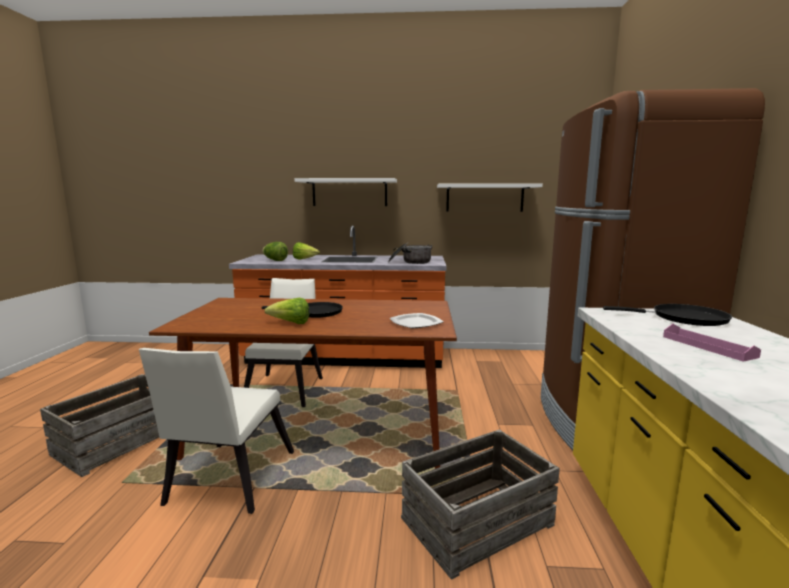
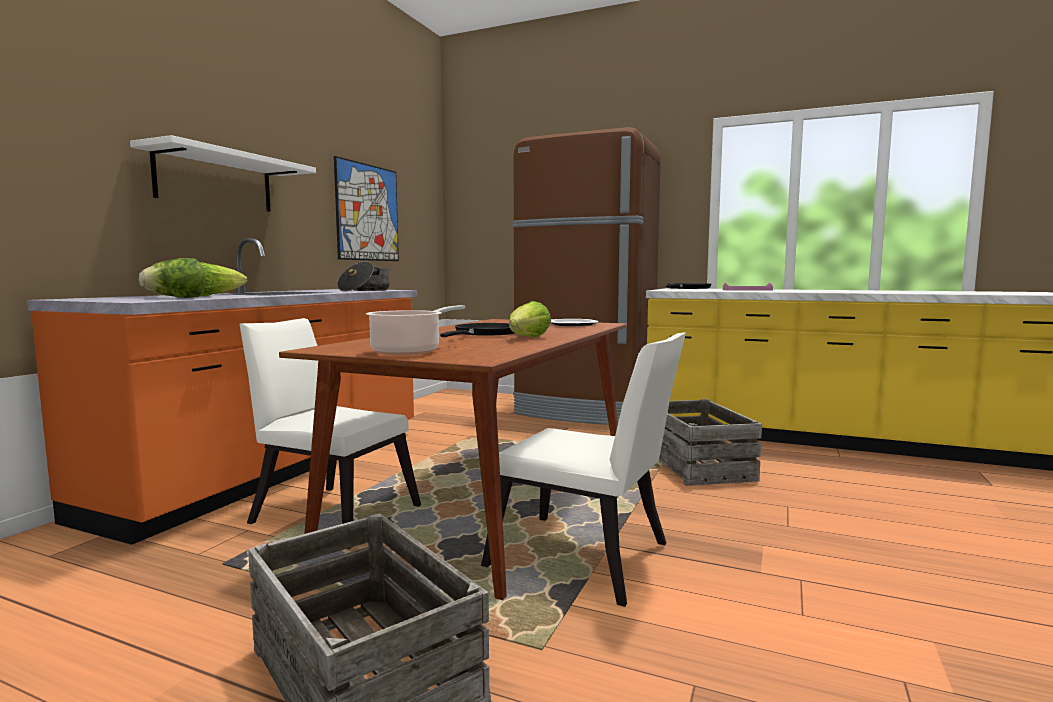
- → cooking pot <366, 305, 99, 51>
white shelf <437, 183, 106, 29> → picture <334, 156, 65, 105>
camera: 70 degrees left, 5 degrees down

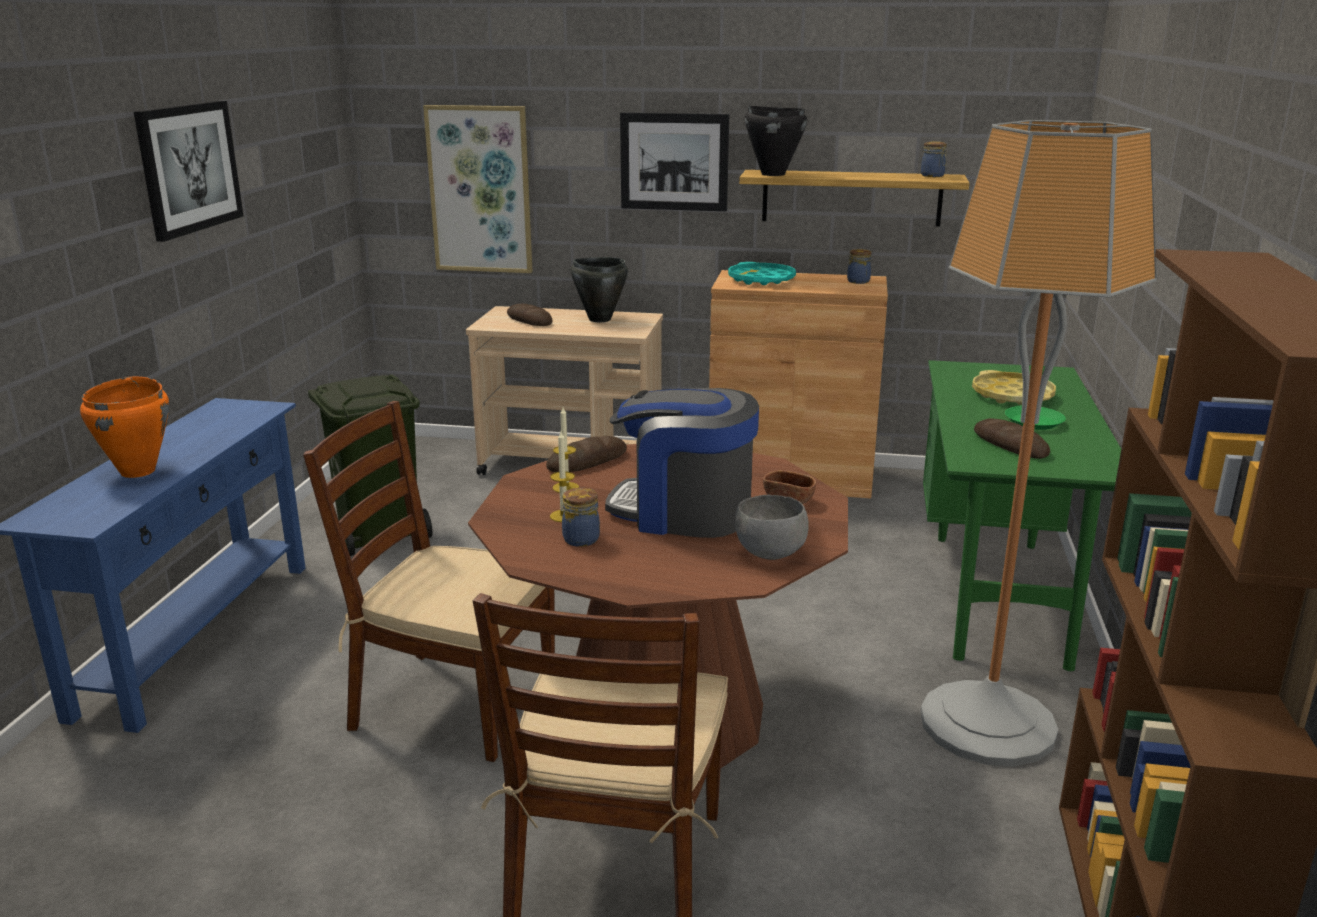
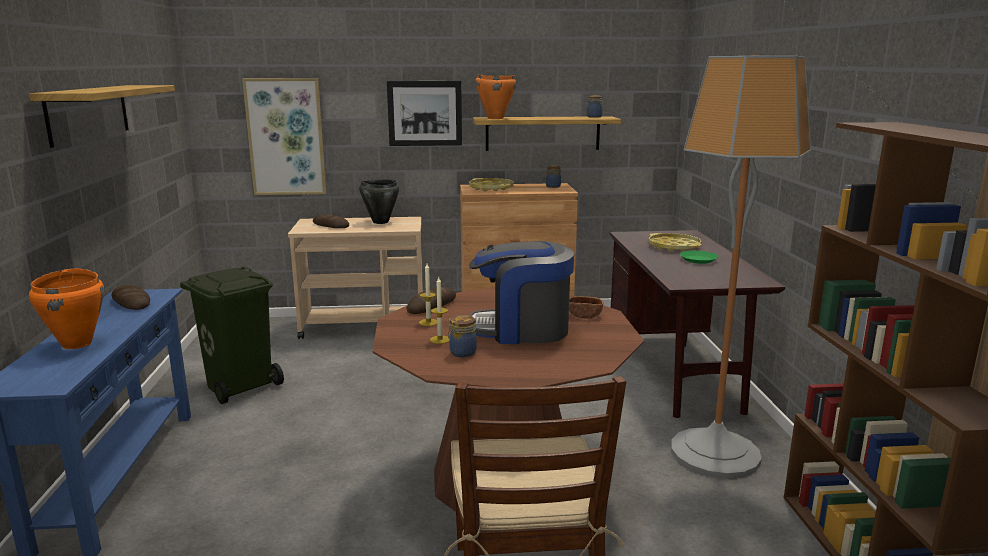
brown chair <303, 401, 252, 361> → -
grey bowl <735, 495, 74, 65> → -
bread <974, 418, 76, 41> → bread <112, 285, 38, 25>, relocated
picture <134, 100, 110, 142> → shelf <29, 85, 146, 63>
turquoise tray <728, 262, 68, 23> → yellow tray <469, 178, 45, 13>
black cooking pot <745, 106, 62, 70> → orange cooking pot <475, 74, 41, 45>
green desk <923, 360, 198, 311> → brown desk <609, 230, 176, 188>
camera: 15 degrees left, 5 degrees down

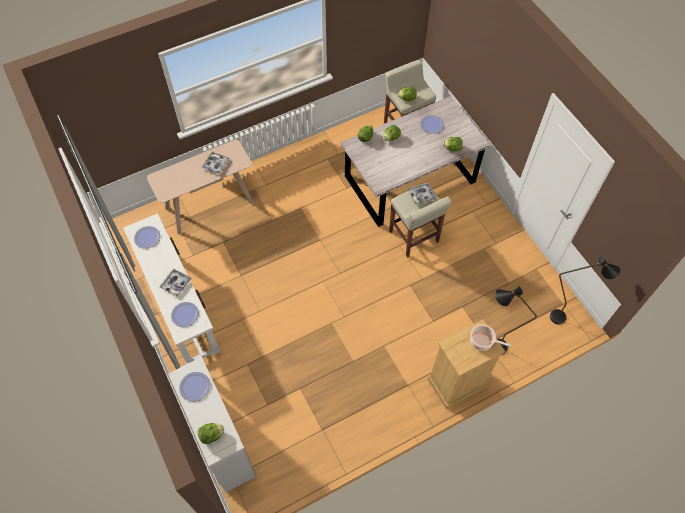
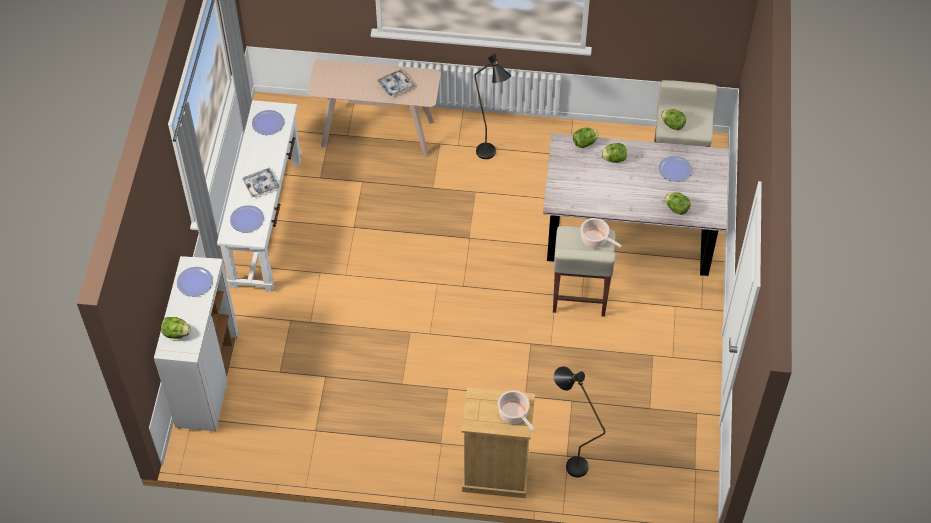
black floor lamp <550, 256, 70, 69> → black floor lamp <474, 53, 37, 106>, relocated
tray <408, 183, 28, 21> → cooking pot <580, 218, 42, 30>
camera: 35 degrees right, 5 degrees down

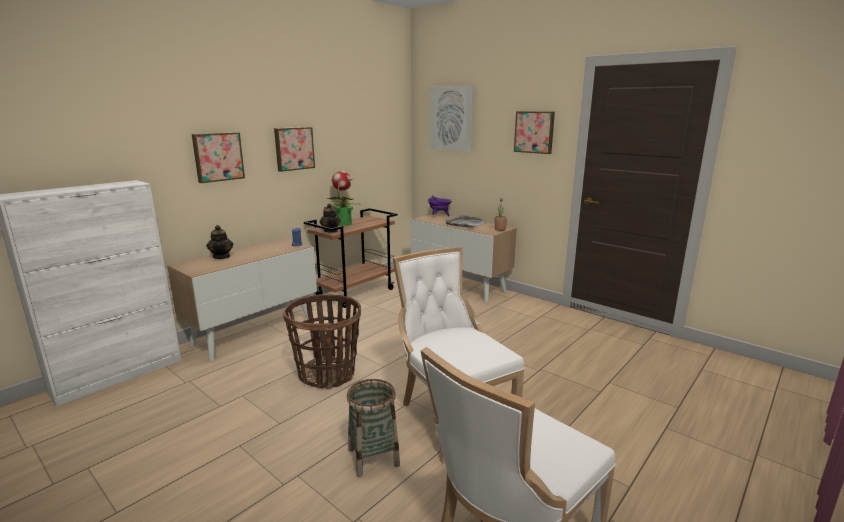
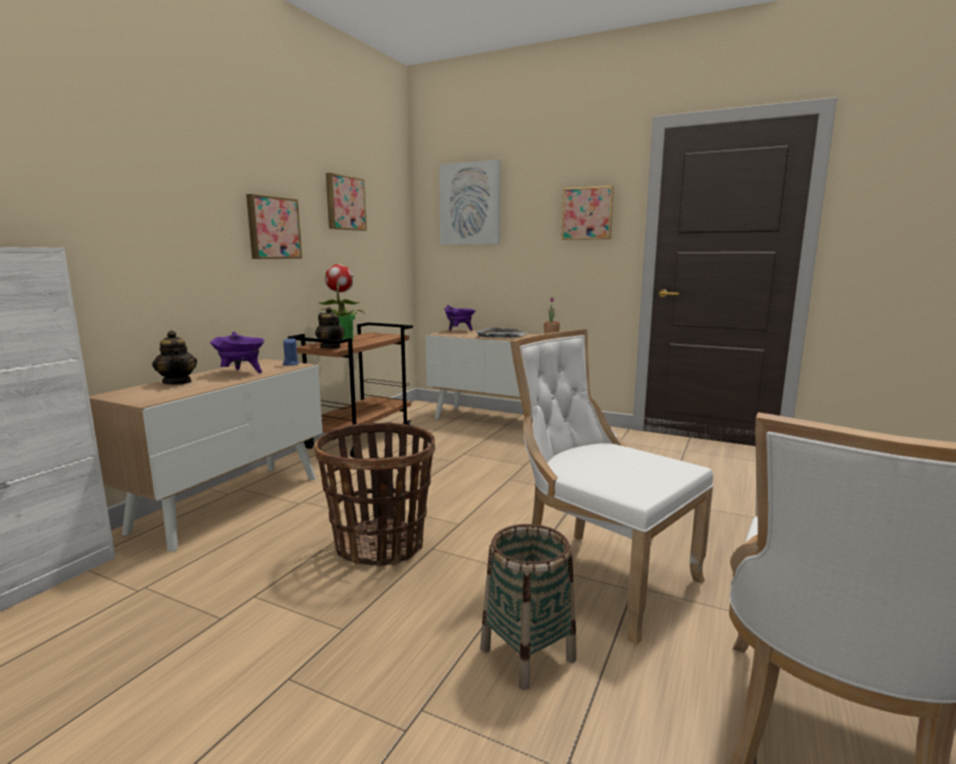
- → purple cooking pot <210, 332, 55, 41>
picture <192, 132, 53, 51> → picture <326, 173, 41, 58>, relocated
camera: 15 degrees left, 5 degrees down

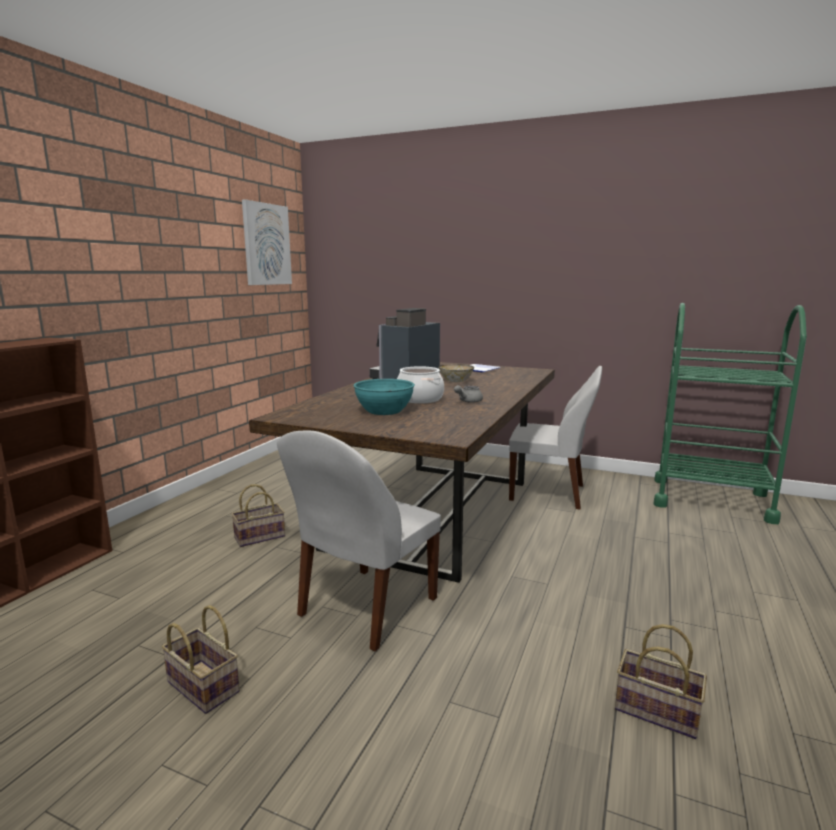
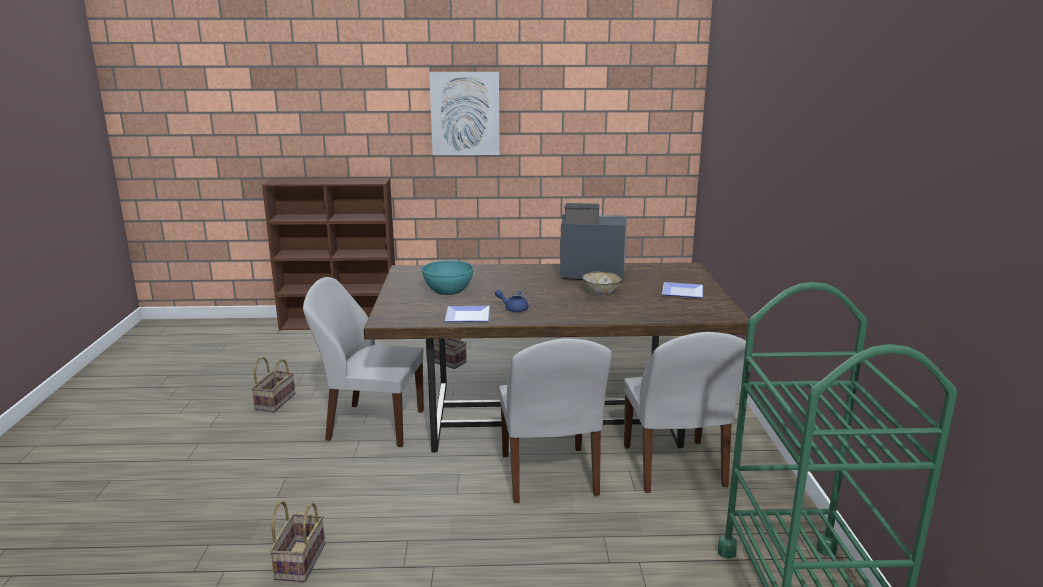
cooking pot <397, 366, 47, 38> → -
- → plate <445, 306, 45, 16>
- → white chair <499, 338, 113, 165>
picture <242, 199, 50, 86> → picture <429, 72, 71, 83>, relocated
grey teapot <454, 385, 29, 18> → blue teapot <495, 290, 34, 22>
camera: 65 degrees right, 5 degrees up

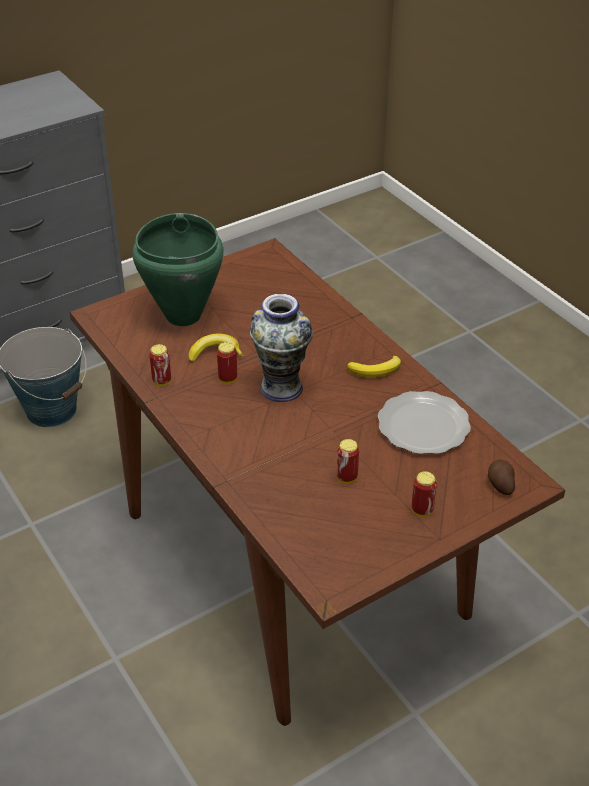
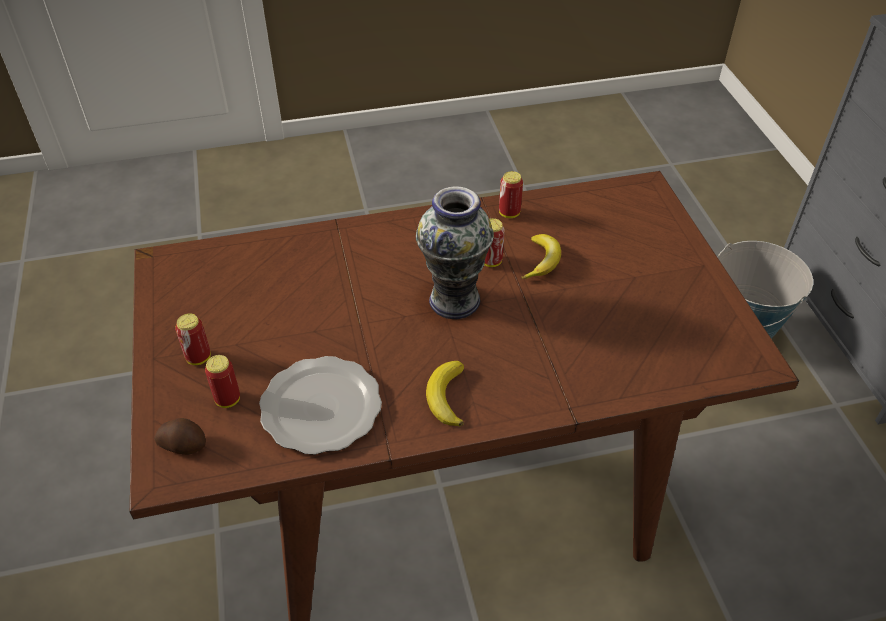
green cooking pot <132, 213, 92, 113> → -
can <337, 439, 22, 44> → can <205, 355, 35, 53>, relocated
camera: 110 degrees right, 5 degrees up

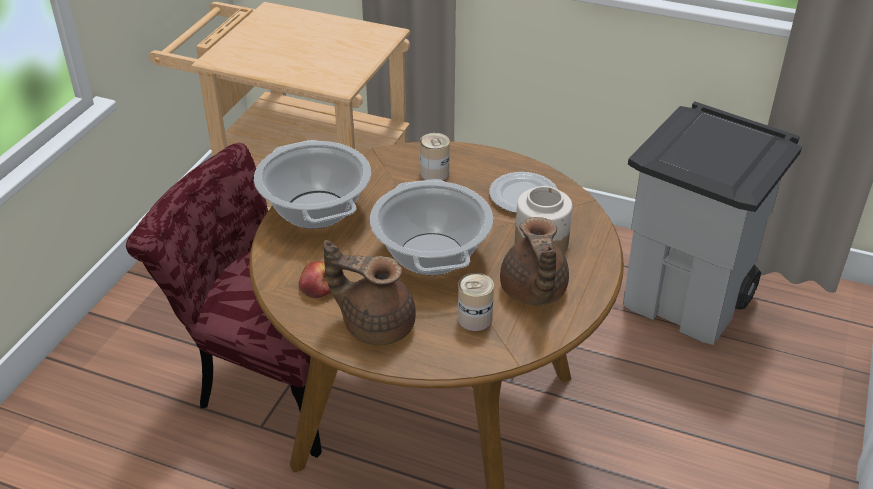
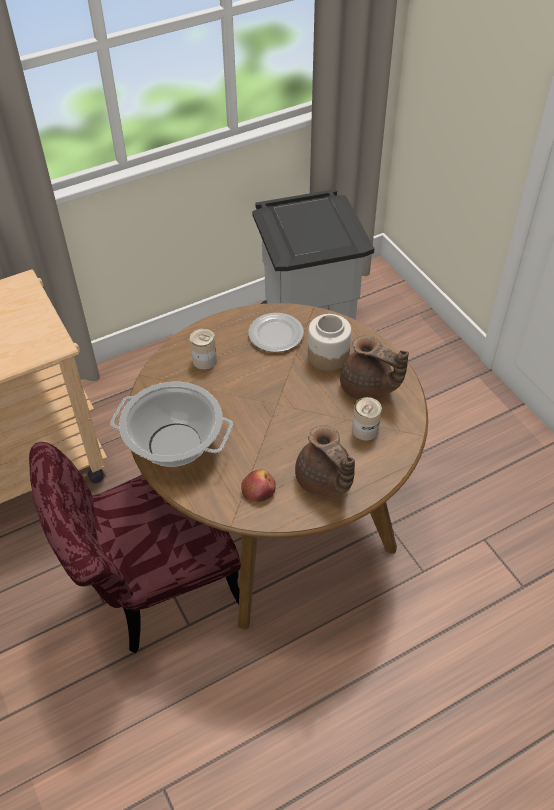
cooking pot <370, 179, 123, 96> → -
brown teapot <323, 240, 93, 105> → brown teapot <295, 425, 60, 71>, 90 degrees counterclockwise
camera: 50 degrees left, 10 degrees up

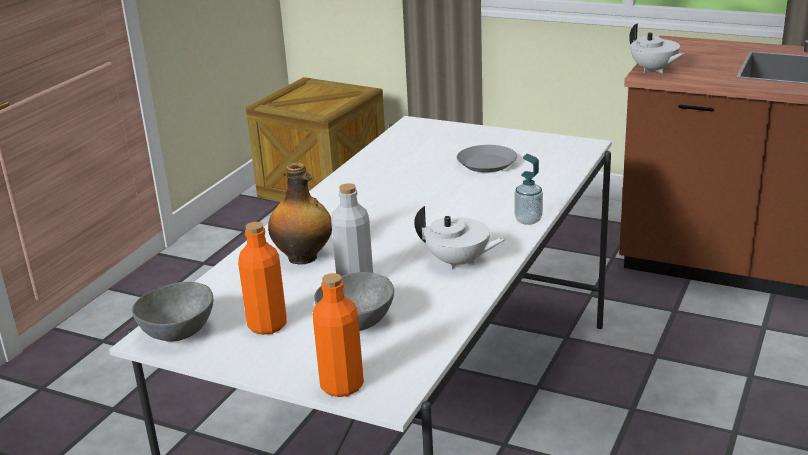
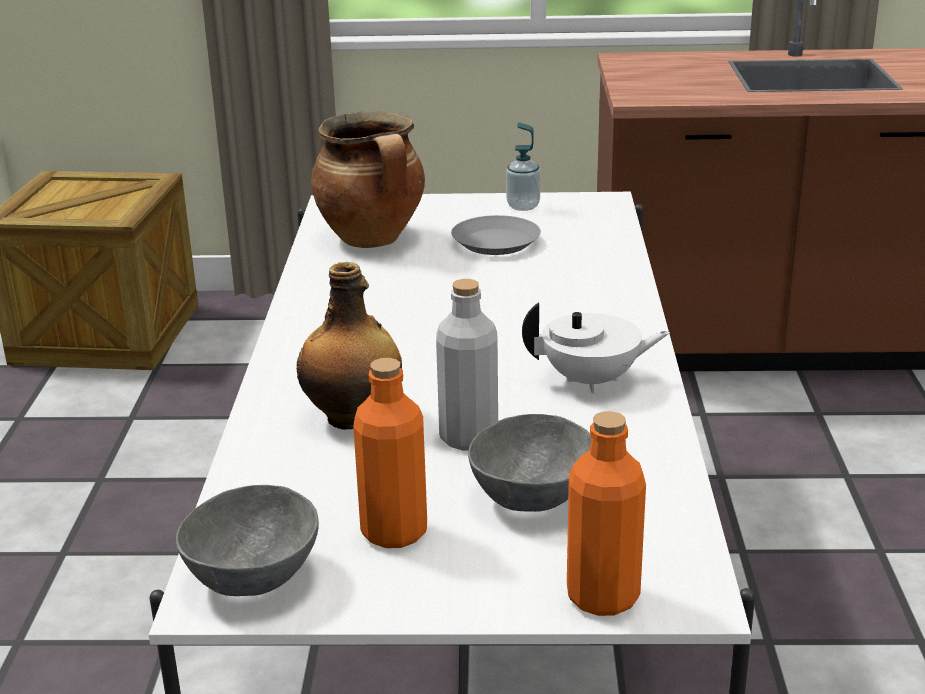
white teapot <629, 23, 56, 50> → -
- → cooking pot <311, 111, 114, 137>
soap dispenser <515, 154, 28, 71> → soap dispenser <506, 122, 34, 89>, relocated
camera: 25 degrees left, 0 degrees up

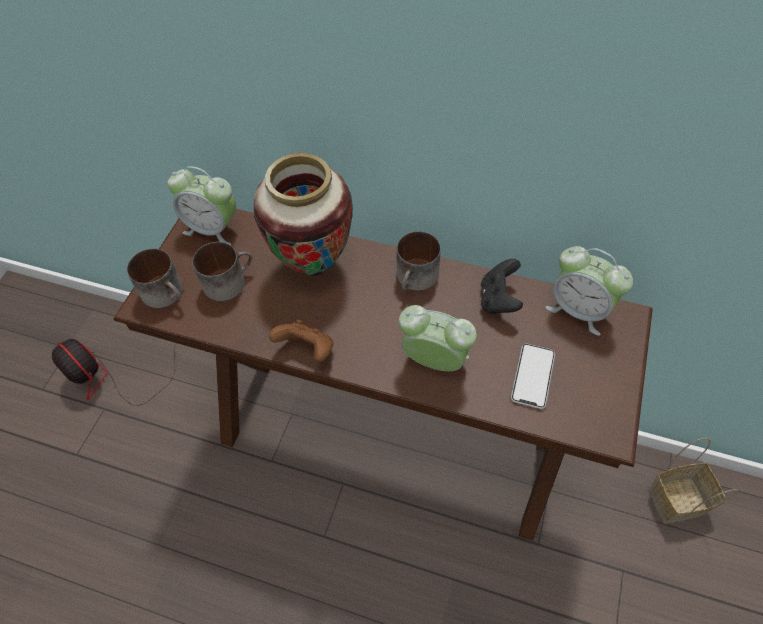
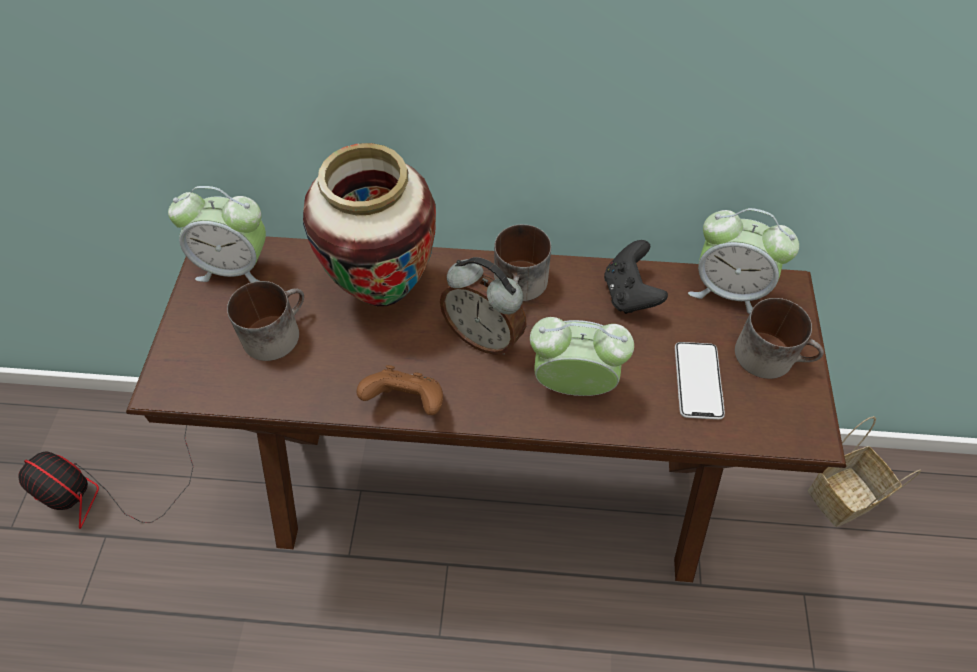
- → alarm clock <440, 257, 87, 98>
mug <127, 248, 56, 60> → mug <735, 298, 89, 81>, relocated
camera: 15 degrees left, 0 degrees up

